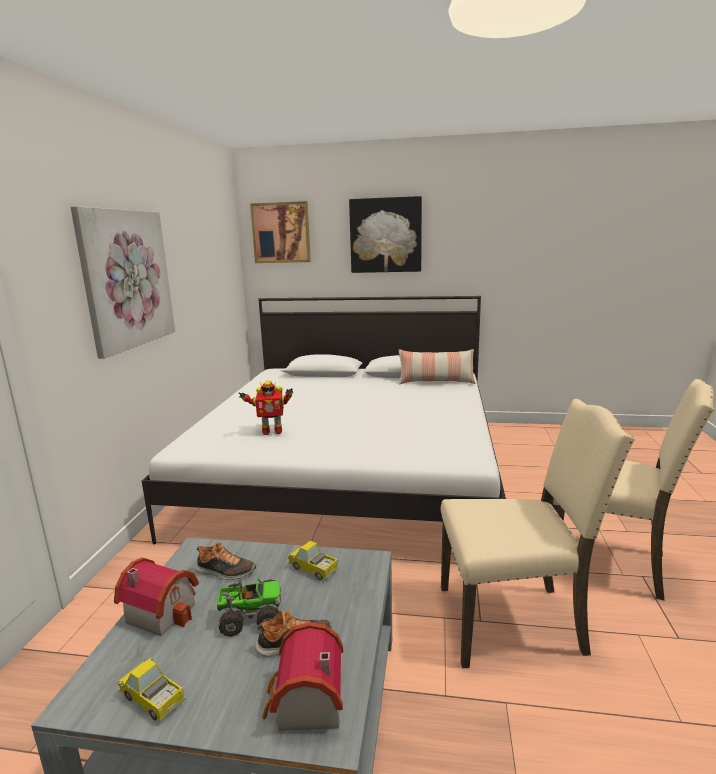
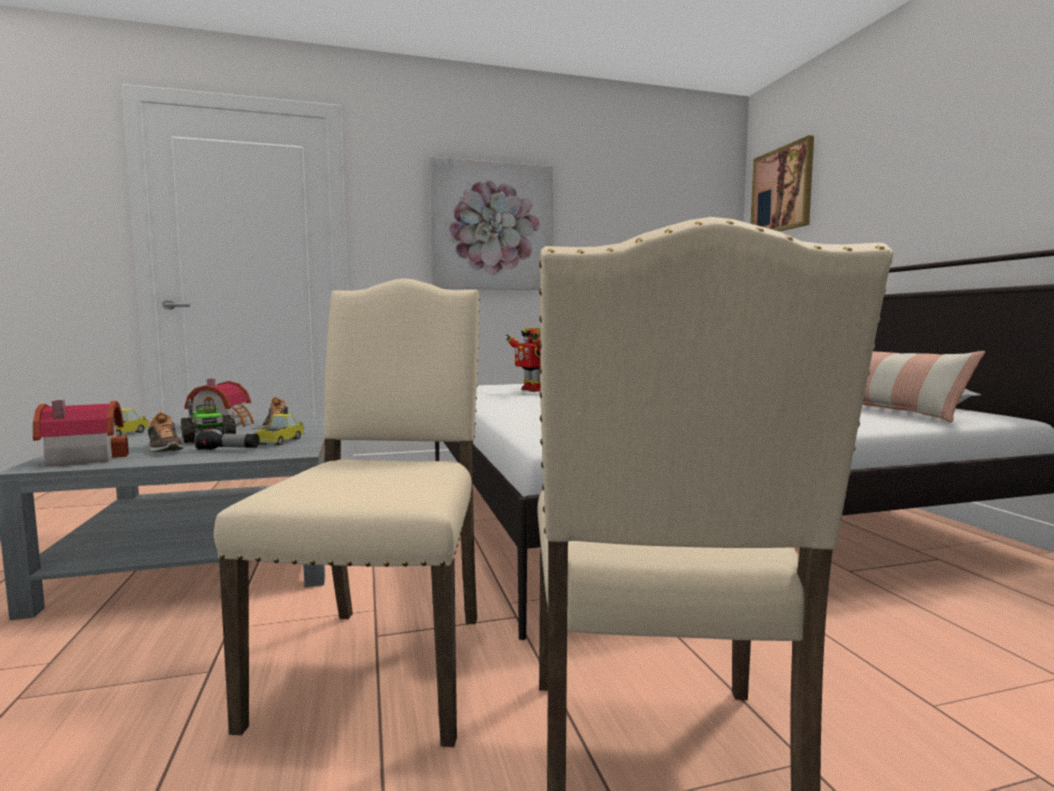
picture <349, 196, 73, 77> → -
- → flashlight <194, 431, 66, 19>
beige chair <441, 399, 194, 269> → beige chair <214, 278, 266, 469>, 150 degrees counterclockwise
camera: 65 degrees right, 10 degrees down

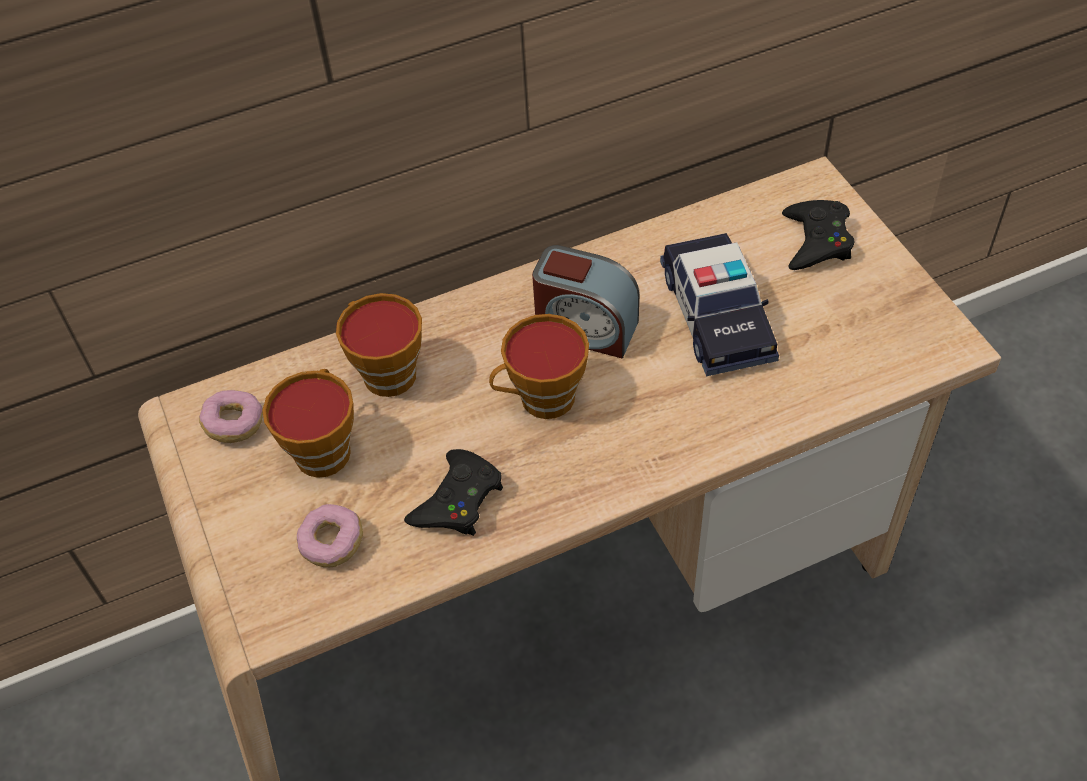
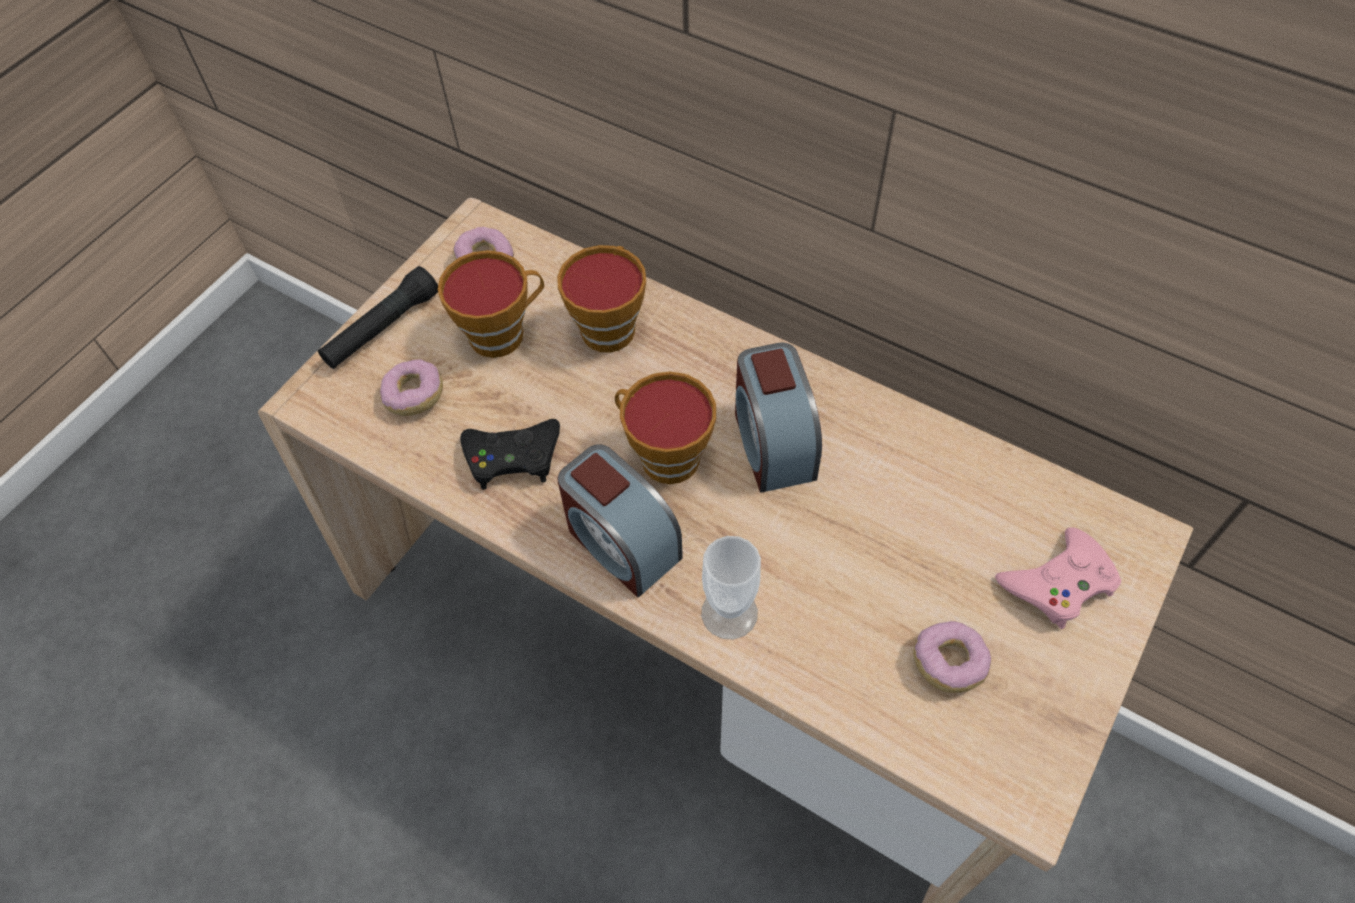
toy car <660, 233, 119, 144> → -
- → black flashlight <318, 266, 120, 103>
- → alarm clock <558, 444, 125, 153>
- → cup <701, 536, 60, 104>
- → donut <913, 621, 78, 72>
black game controller <782, 200, 72, 70> → pink game controller <995, 527, 126, 102>
camera: 55 degrees right, 5 degrees up

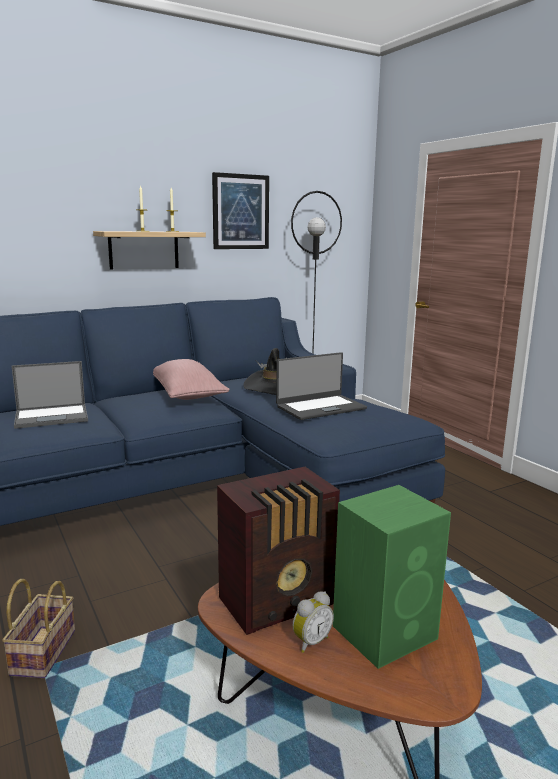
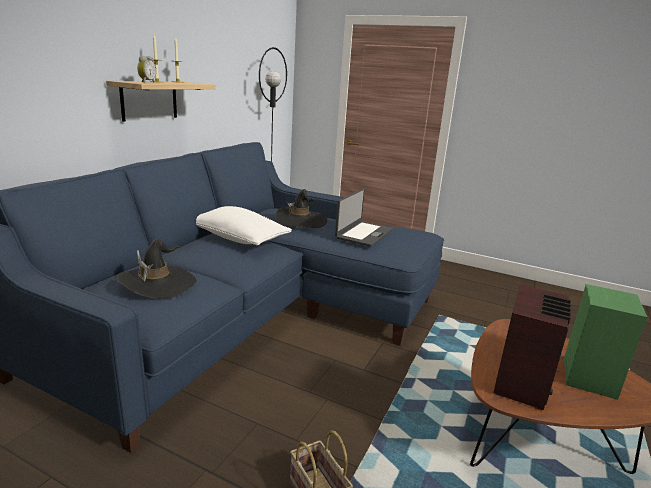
picture <212, 172, 57, 77> → -
alarm clock <293, 591, 41, 62> → alarm clock <137, 55, 19, 28>, relocated
laptop <12, 361, 76, 68> → black hat <116, 239, 80, 60>
pink pillow <153, 359, 77, 41> → white pillow <196, 206, 96, 39>
camera: 35 degrees left, 5 degrees up

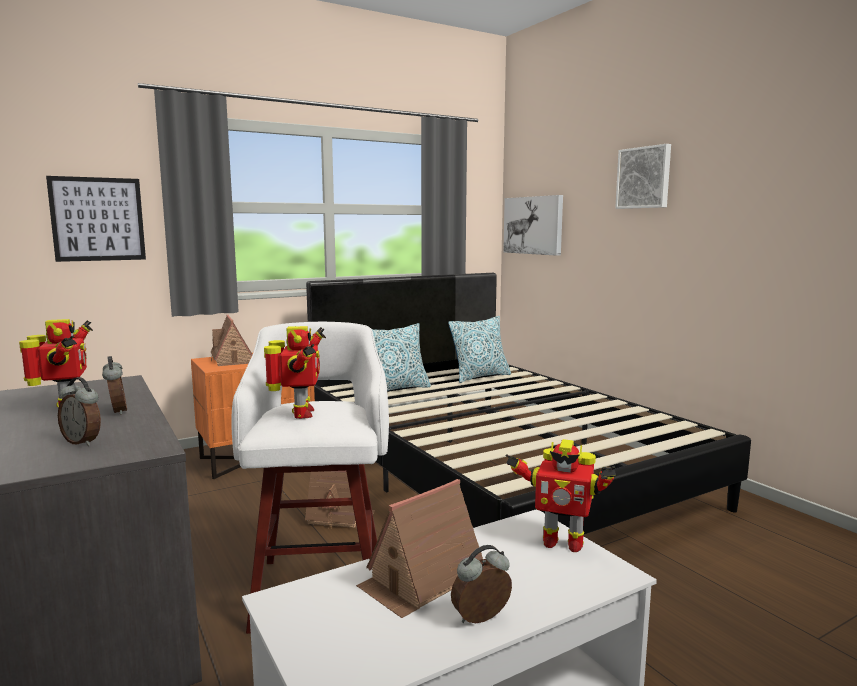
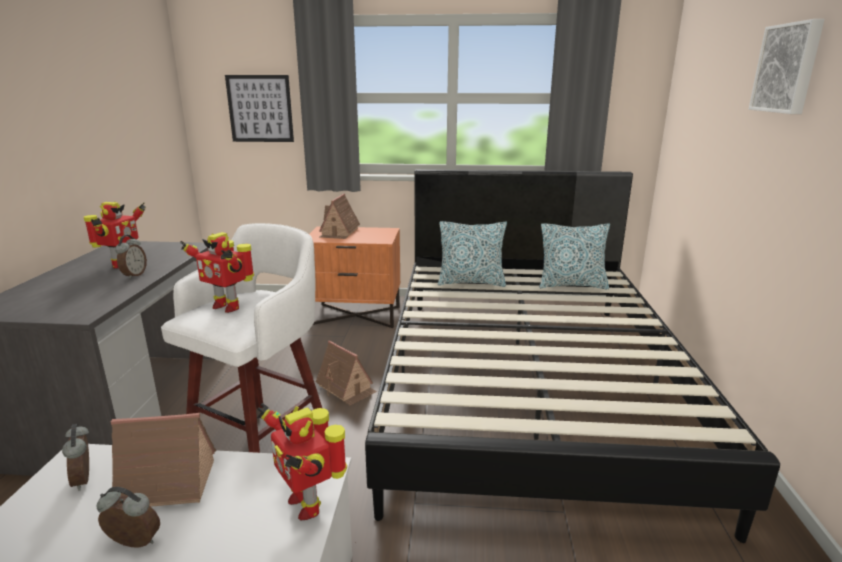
picture <503, 195, 60, 61> → -
alarm clock <58, 377, 43, 69> → alarm clock <62, 424, 27, 67>, relocated
toy robot <264, 326, 62, 93> → toy robot <180, 232, 74, 81>, 90 degrees clockwise
camera: 35 degrees right, 10 degrees up

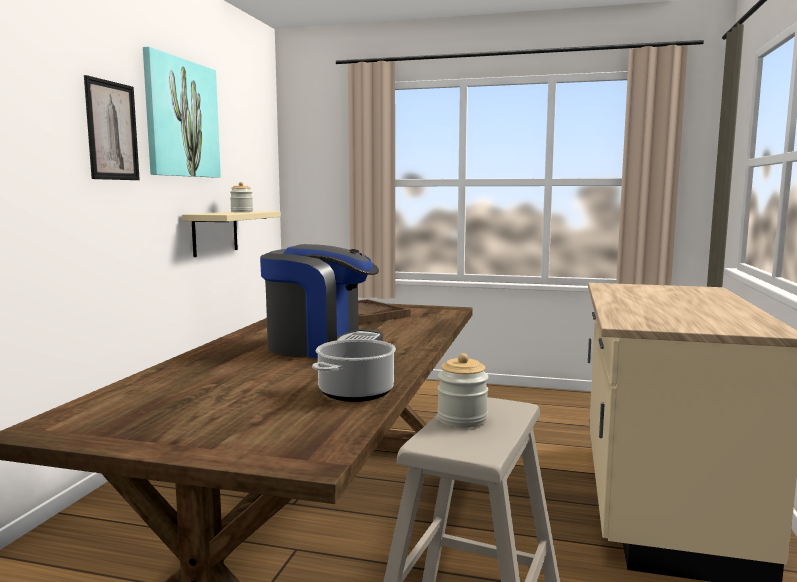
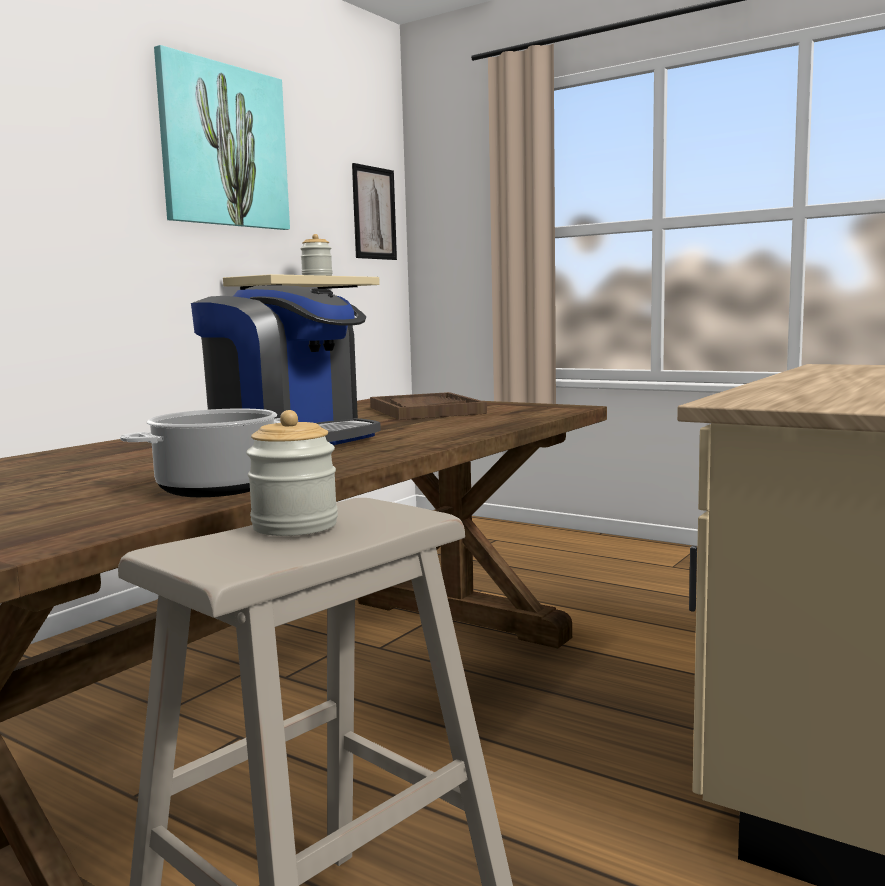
picture <84, 75, 56, 105> → picture <352, 163, 45, 97>, relocated
camera: 20 degrees right, 0 degrees up

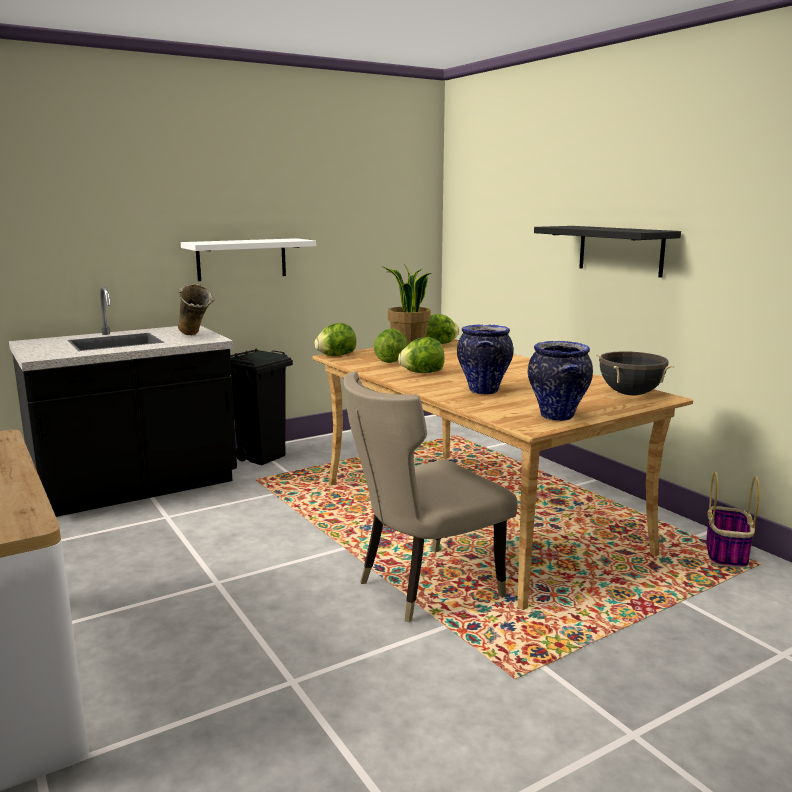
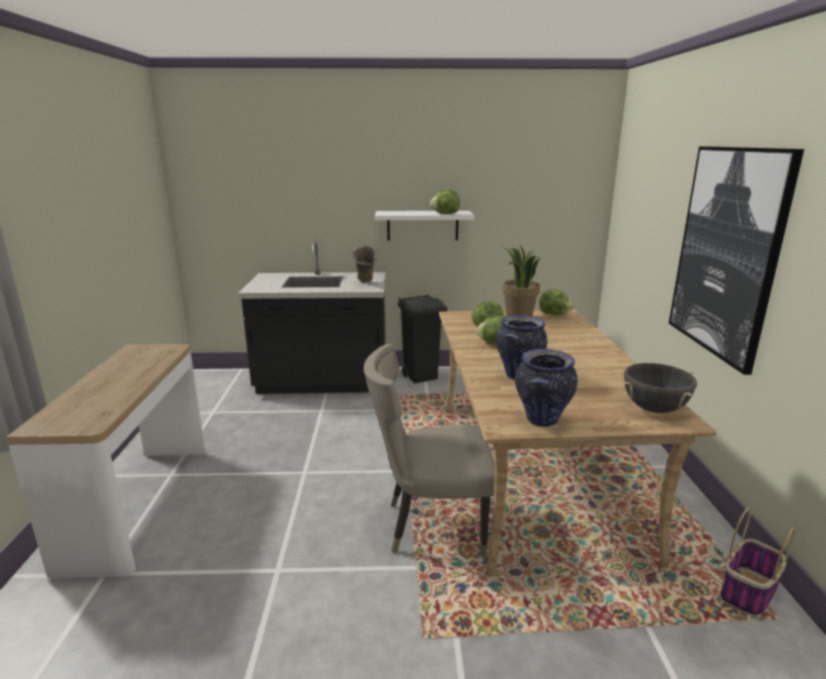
lettuce <315, 323, 41, 33> → lettuce <430, 189, 30, 25>, relocated
black shelf <534, 226, 147, 52> → picture <669, 146, 135, 229>
camera: 30 degrees right, 5 degrees up

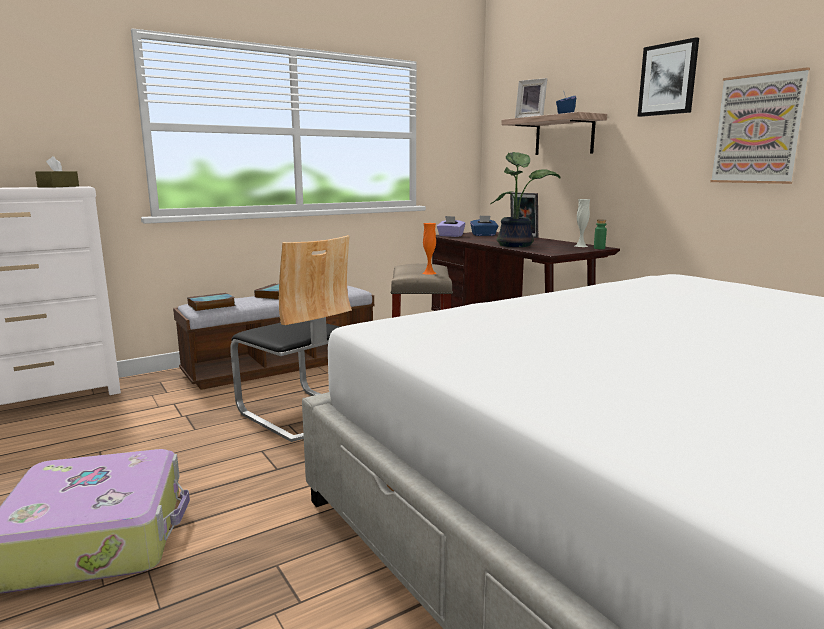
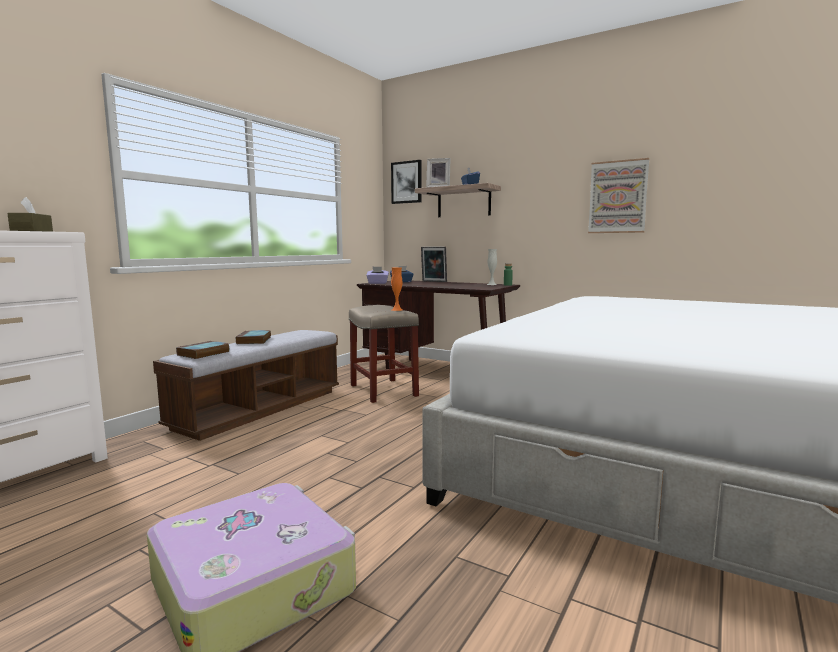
chair <230, 235, 122, 207> → -
potted plant <490, 152, 70, 95> → -
picture <637, 37, 62, 80> → picture <391, 160, 31, 44>, relocated
camera: 25 degrees left, 5 degrees down

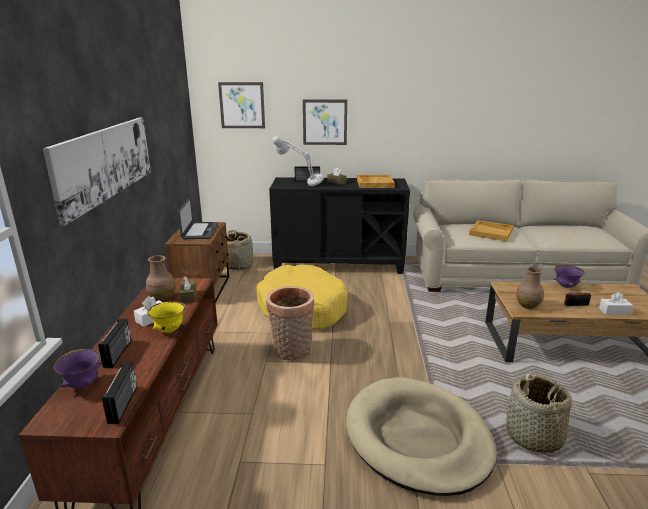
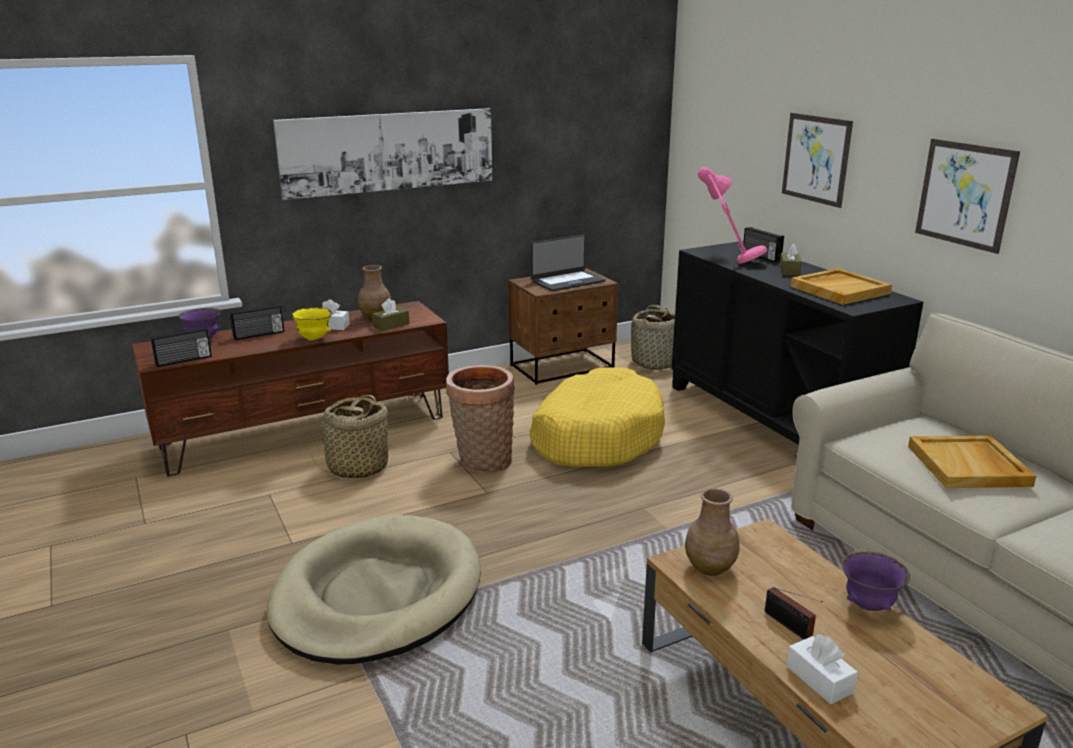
picture <218, 82, 47, 46> → picture <915, 139, 105, 115>, relocated
basket <506, 373, 66, 81> → basket <312, 395, 80, 83>, relocated
grey table lamp <272, 136, 52, 50> → pink table lamp <698, 167, 70, 97>
camera: 60 degrees right, 0 degrees up

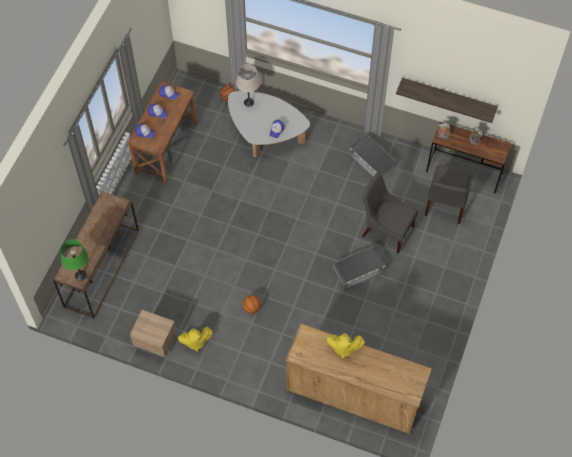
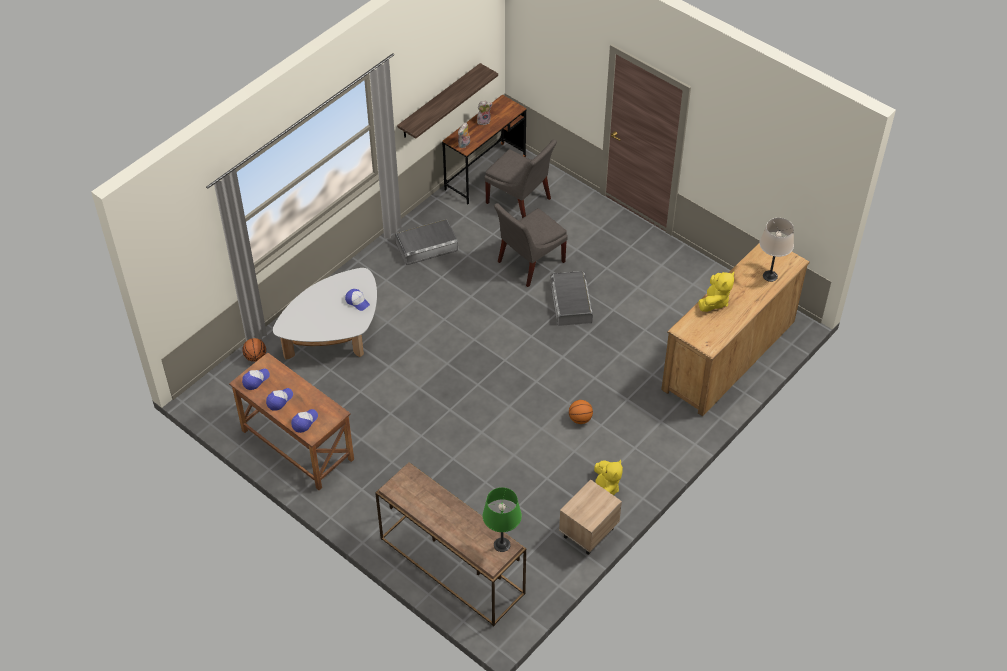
beige table lamp <236, 64, 24, 43> → beige table lamp <760, 218, 34, 64>, relocated
camera: 70 degrees left, 10 degrees down

